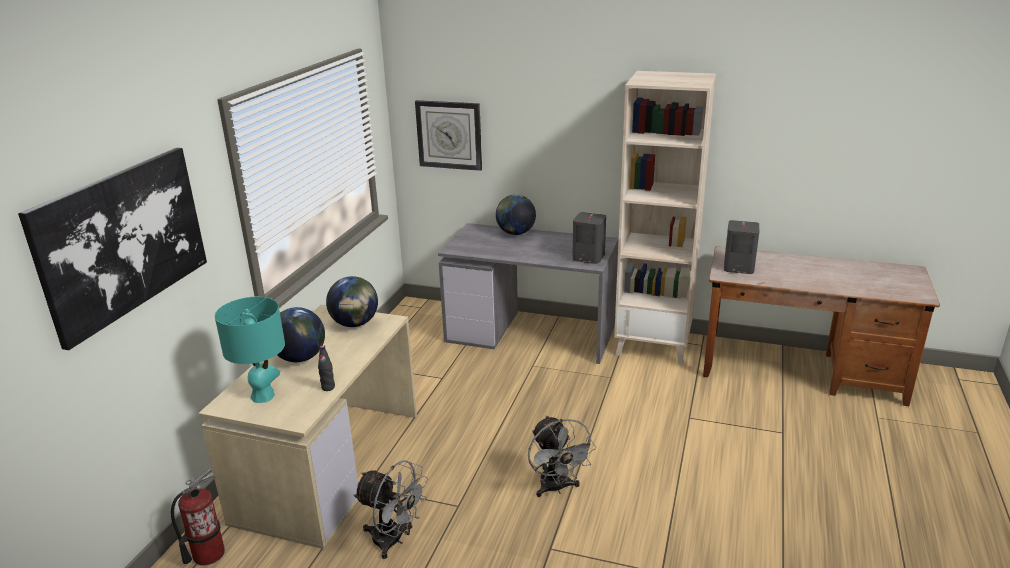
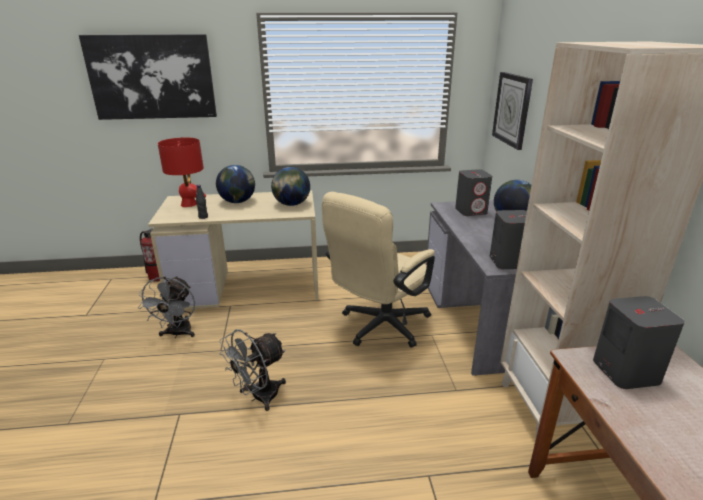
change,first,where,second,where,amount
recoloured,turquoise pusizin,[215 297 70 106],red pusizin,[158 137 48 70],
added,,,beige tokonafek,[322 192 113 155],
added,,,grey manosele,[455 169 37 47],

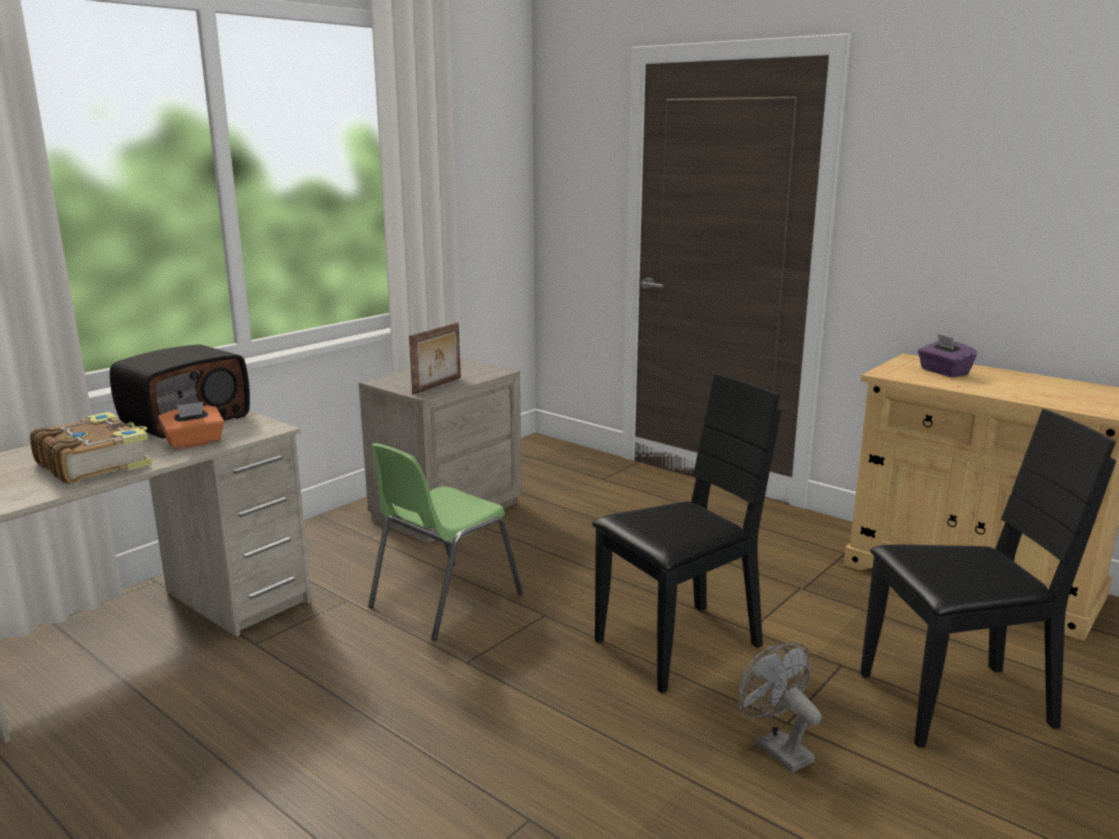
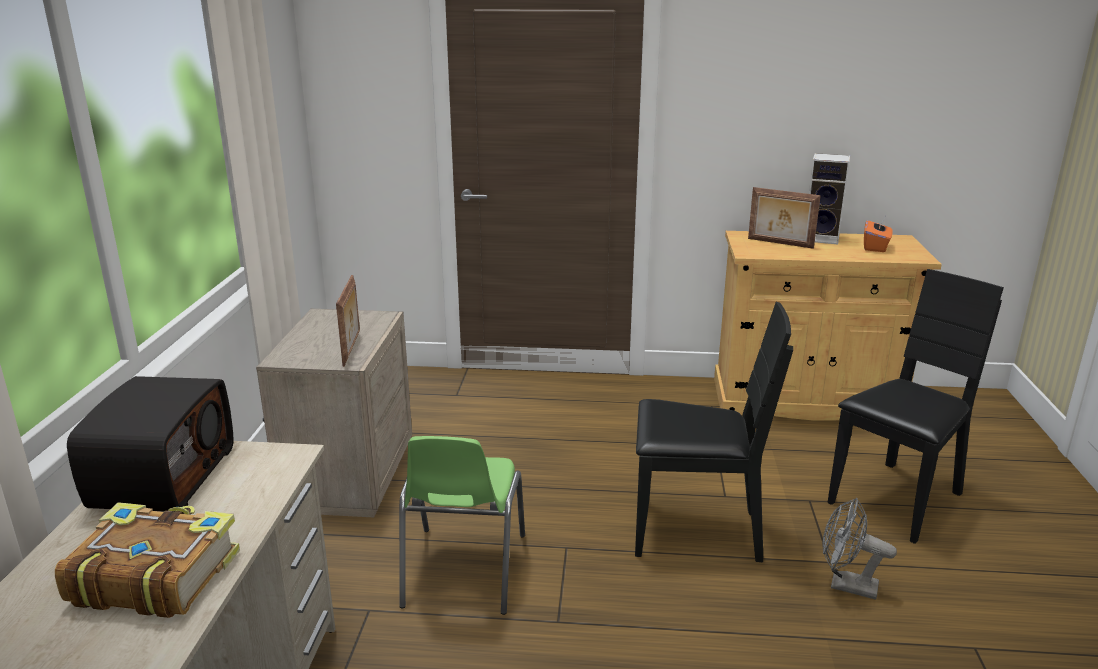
change,first,where,second,where,amount
turned,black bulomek,[592 374 189 320],,[635 302 158 260],75 degrees clockwise
replaced,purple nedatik,[918 333 59 44],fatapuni,[748 187 73 62],
added,,,manosele,[809 153 41 92],
moved,orange nedatik,[158 402 66 48],,[864 217 29 35],

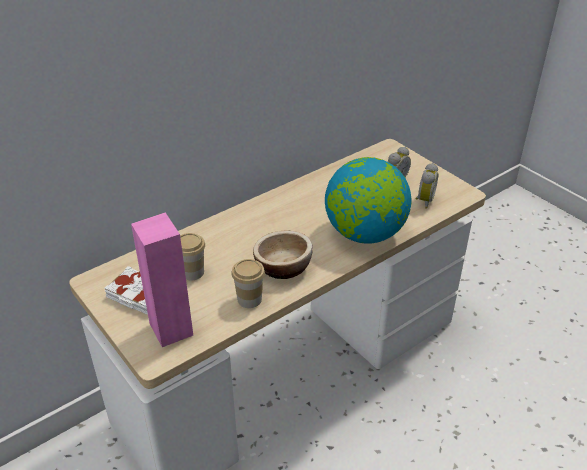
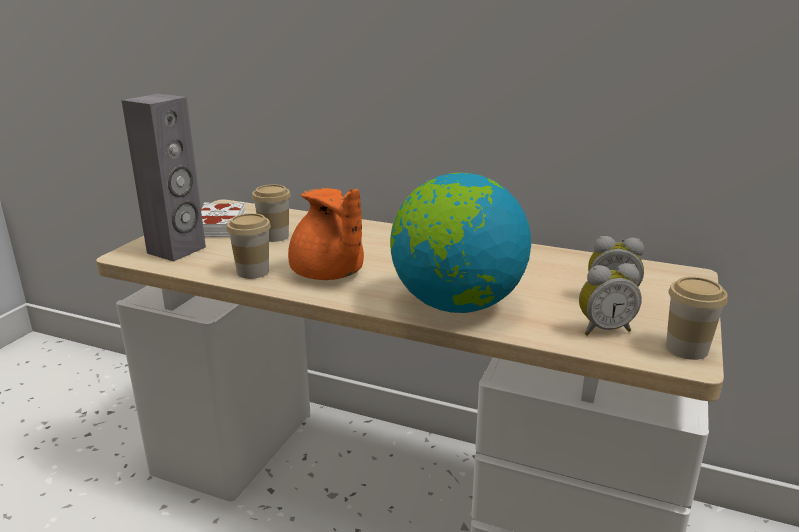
change,first,where,second,where,amount
recoloured,pink manosele,[131 212 62 135],grey manosele,[121 94 85 167],
replaced,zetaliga,[253 231 60 48],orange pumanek,[288 188 76 92],
added,,,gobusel,[666 277 62 83],

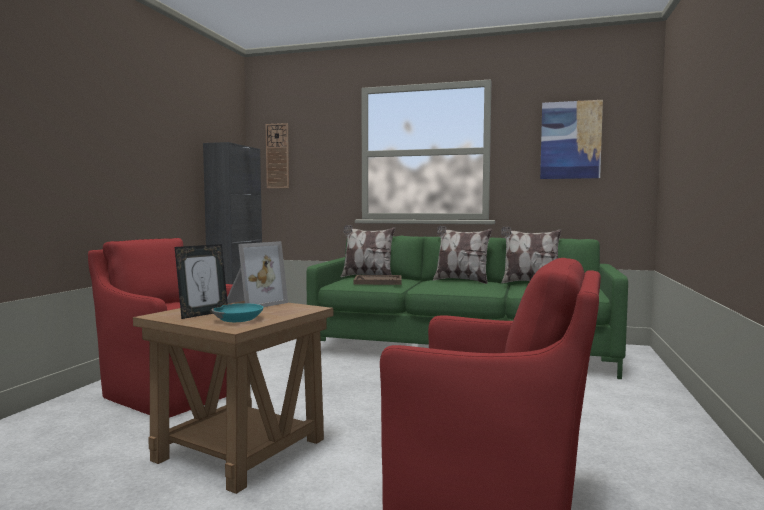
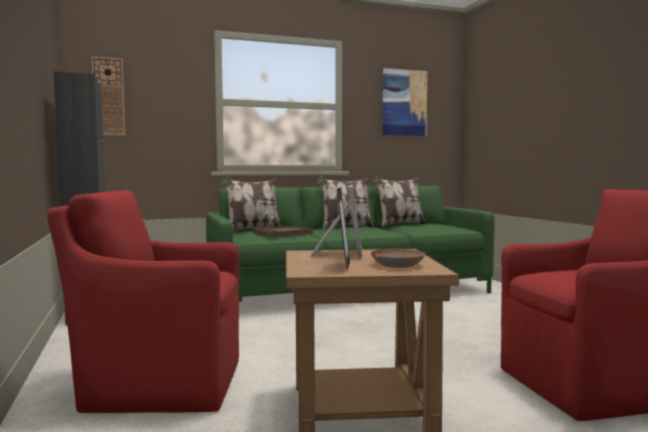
change,first,where,second,where,amount
recoloured,turquoise zetaliga,[212 303 51 19],brown zetaliga,[371 249 54 19],

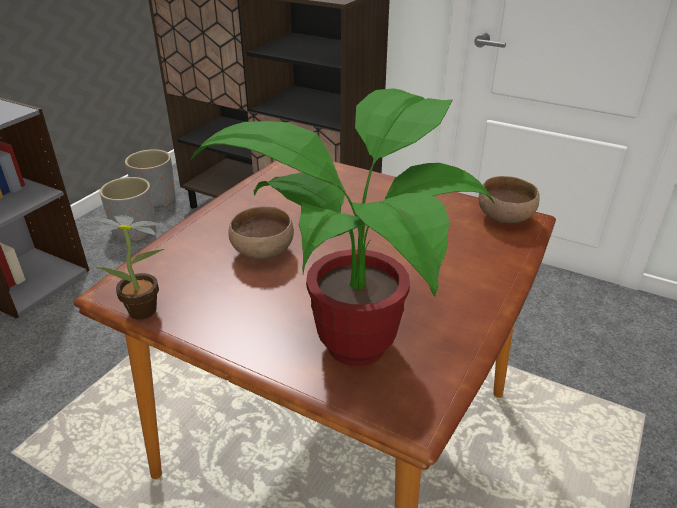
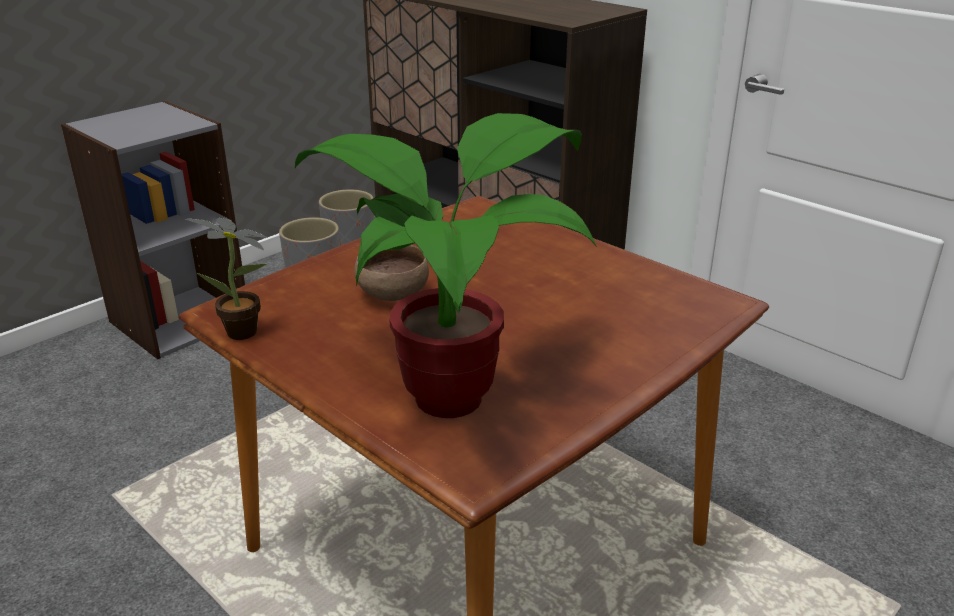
change,first,where,second,where,amount
removed,brown zetaliga,[479 176 61 47],,,

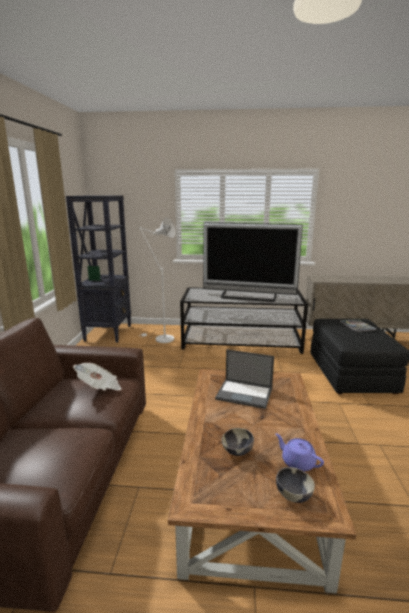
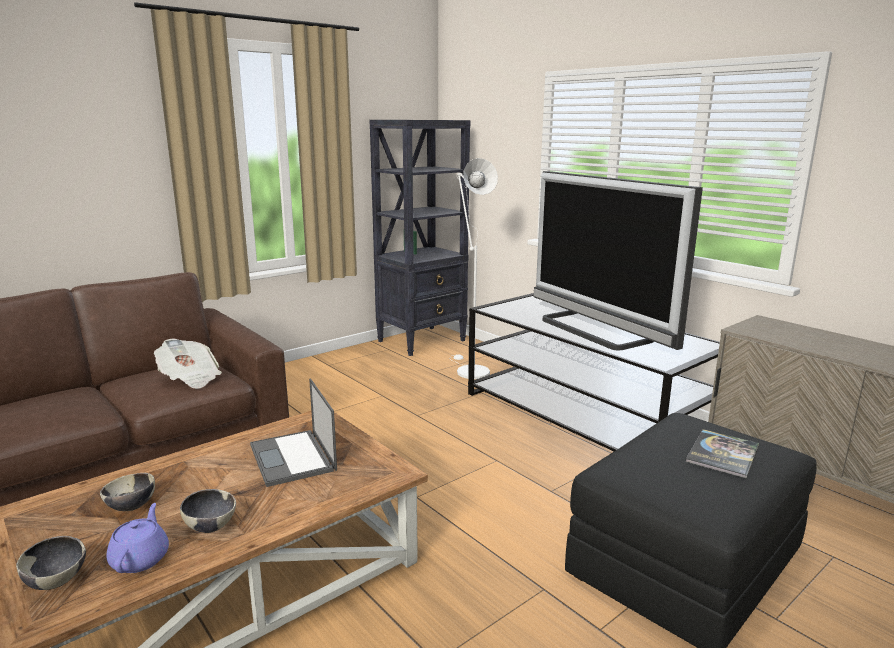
change,first,where,second,where,amount
added,,,zetaliga,[180 489 56 44],

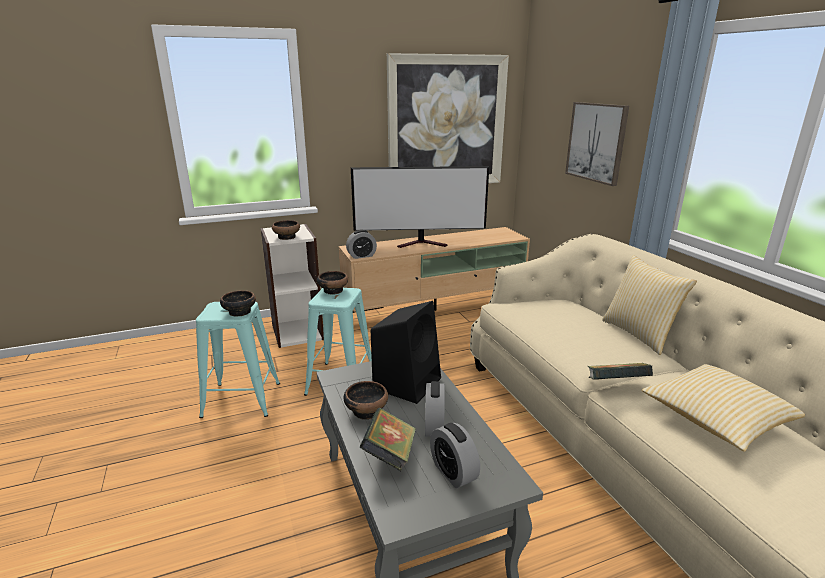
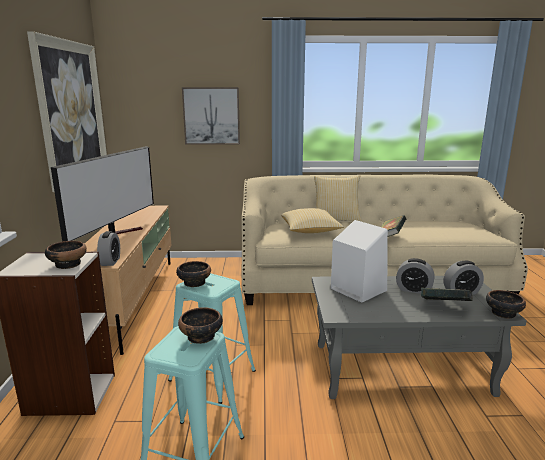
change,first,where,second,where,amount
moved,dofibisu,[642 364 163 88],,[281 208 63 25],
recoloured,black manosele,[371 301 70 103],white manosele,[331 220 57 83],
moved,zetaliga,[344 381 44 39],,[486 290 40 29],

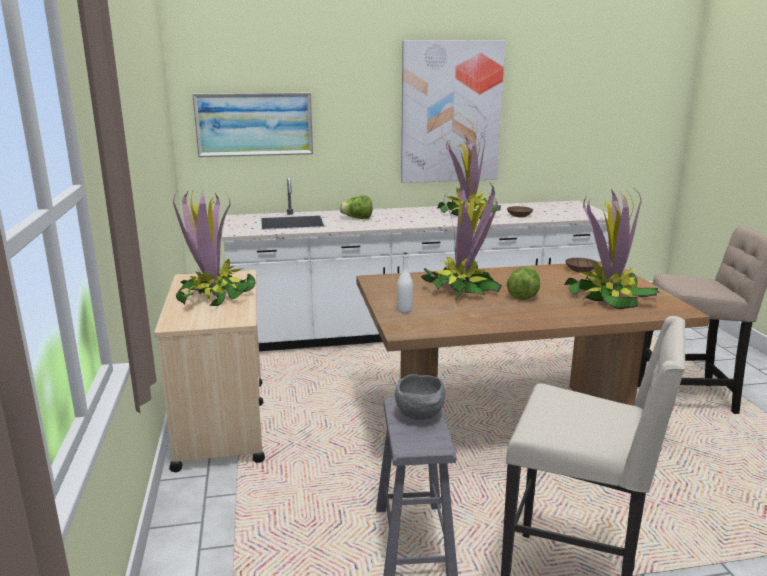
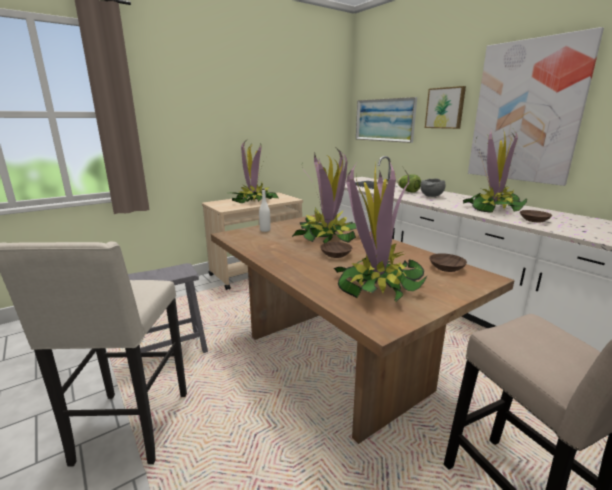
change,first,where,second,where,amount
replaced,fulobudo,[507 267 33 33],brown zetaliga,[320 242 32 16],
moved,grey zetaliga,[395 374 50 46],,[420 179 25 18],
added,,,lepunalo,[425 86 41 43],

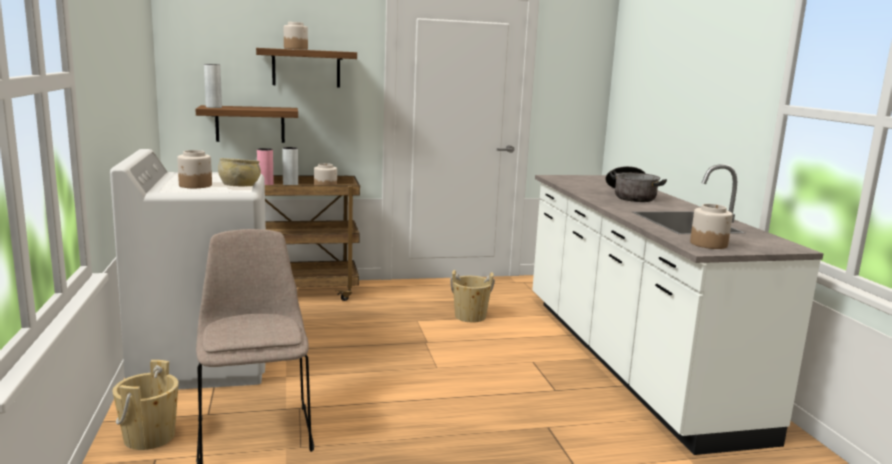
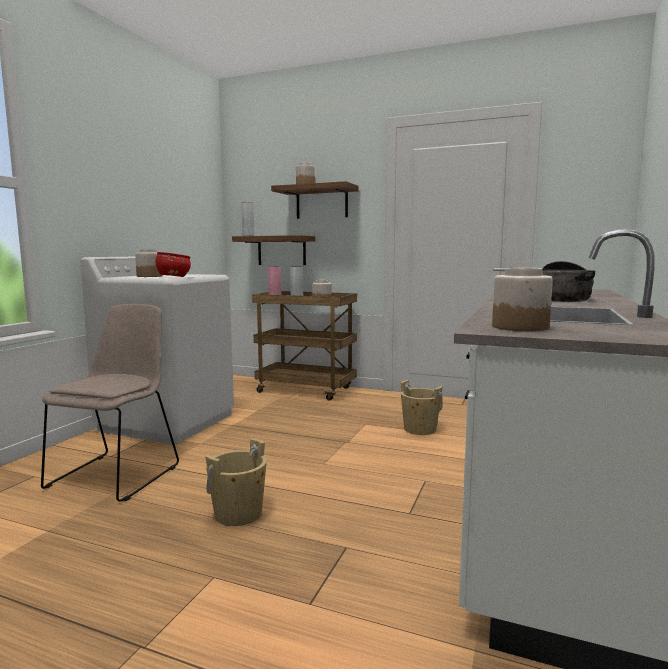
change,first,where,second,where,amount
recoloured,beige zetaliga,[218 158 43 29],red zetaliga,[155 252 36 25],
moved,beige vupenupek,[112 360 67 90],,[205 438 62 88],

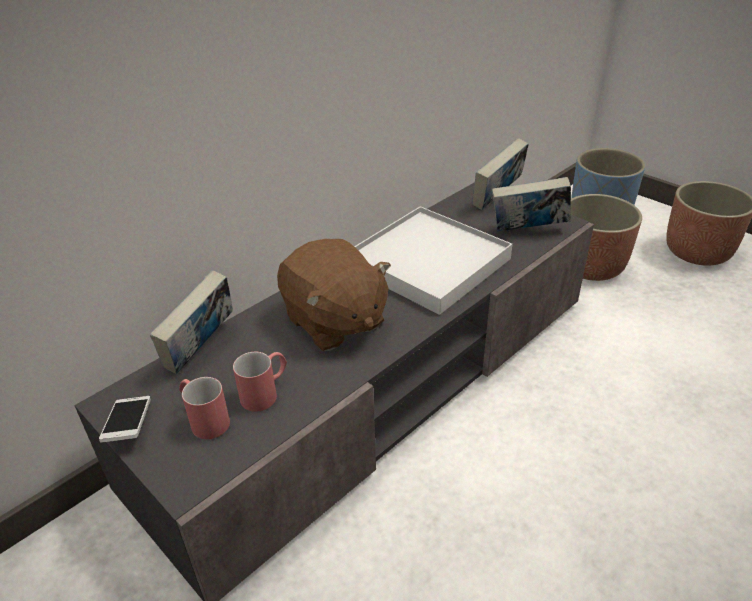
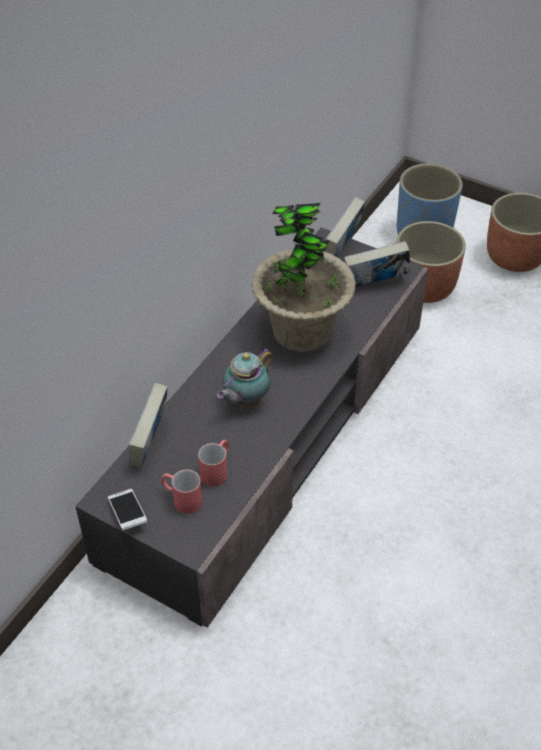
change,first,where,second,where,amount
replaced,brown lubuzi,[277 239 114 112],pumanek,[217 348 55 59],
replaced,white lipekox,[354 206 159 109],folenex,[252 202 104 150],

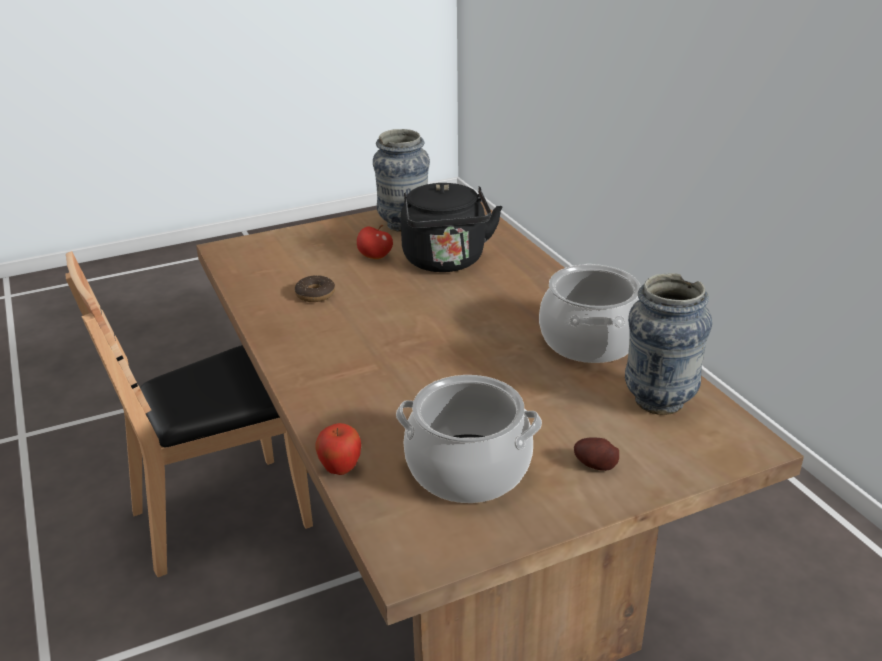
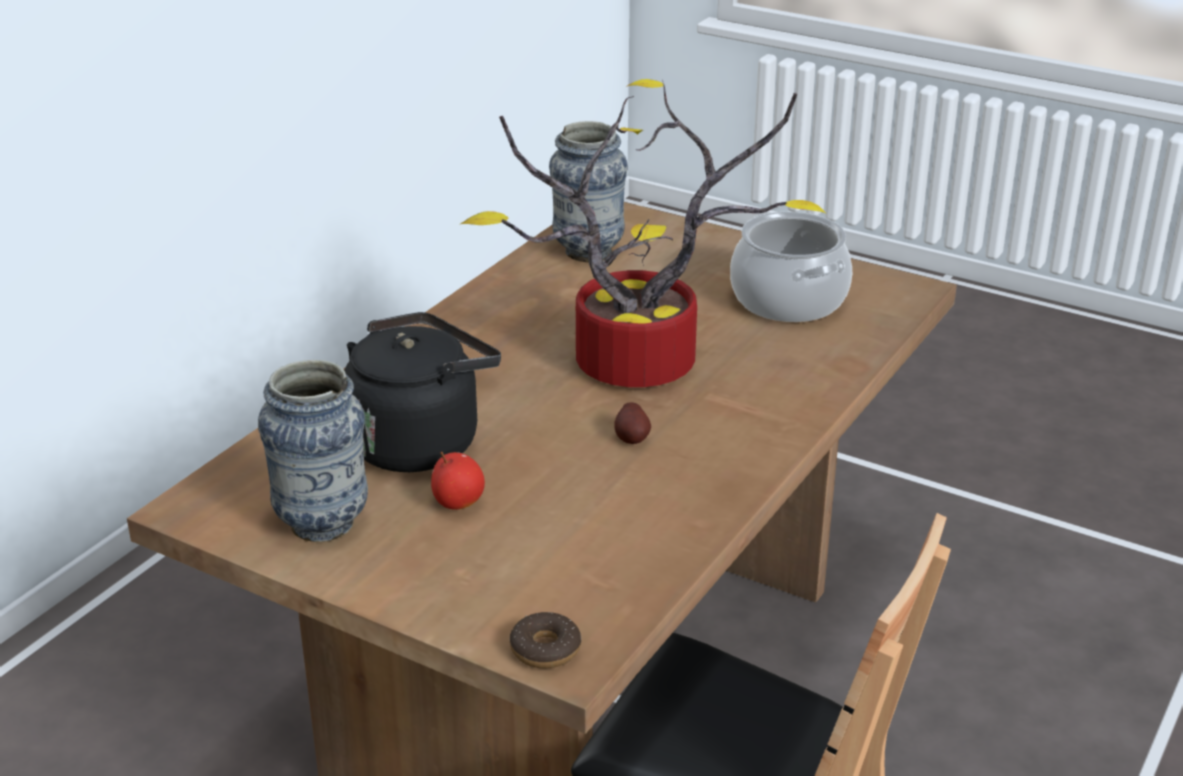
change,first,where,second,where,amount
added,,,folenex,[460 79 366 308],
moved,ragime,[295 275 40 27],,[510 612 71 56],
moved,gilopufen,[574 437 45 34],,[614 402 37 42],
removed,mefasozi,[315 423 46 52],,,
removed,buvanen,[539 264 102 99],,,

